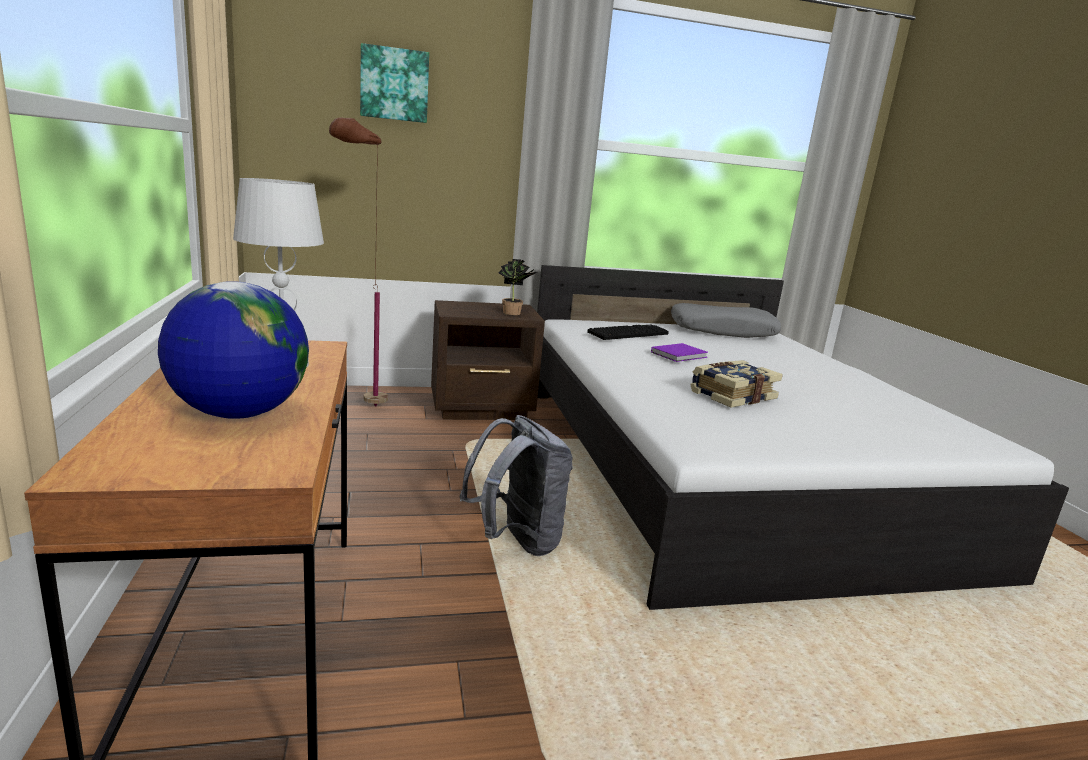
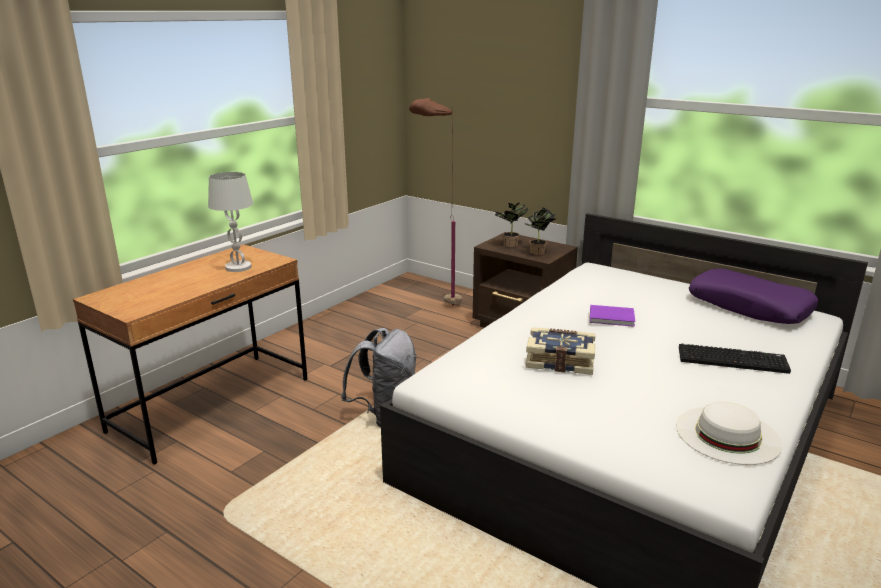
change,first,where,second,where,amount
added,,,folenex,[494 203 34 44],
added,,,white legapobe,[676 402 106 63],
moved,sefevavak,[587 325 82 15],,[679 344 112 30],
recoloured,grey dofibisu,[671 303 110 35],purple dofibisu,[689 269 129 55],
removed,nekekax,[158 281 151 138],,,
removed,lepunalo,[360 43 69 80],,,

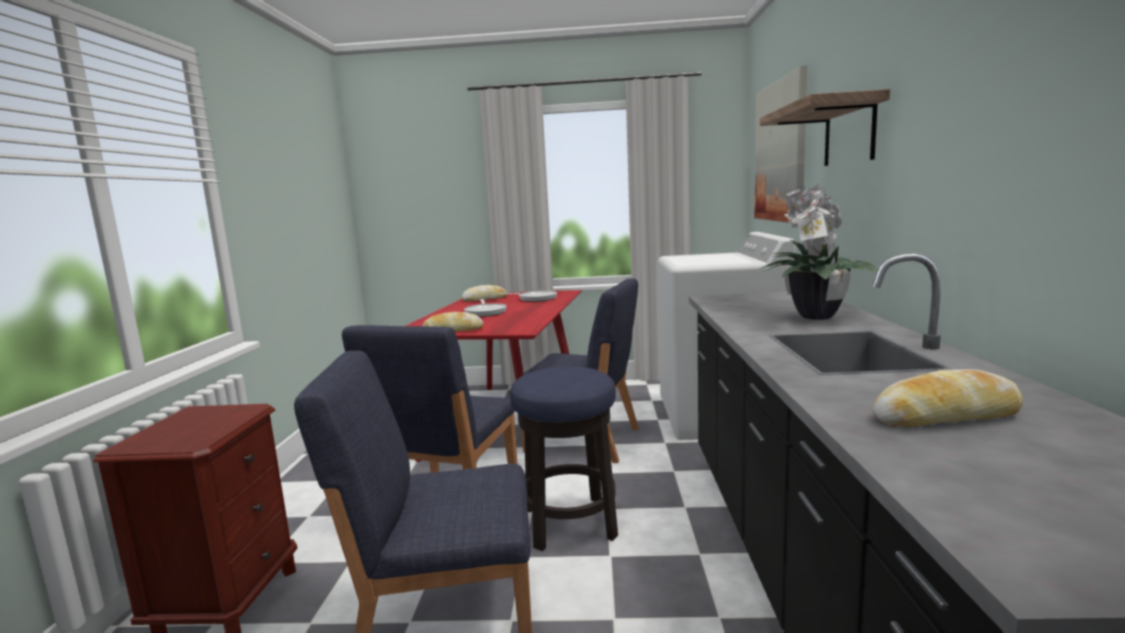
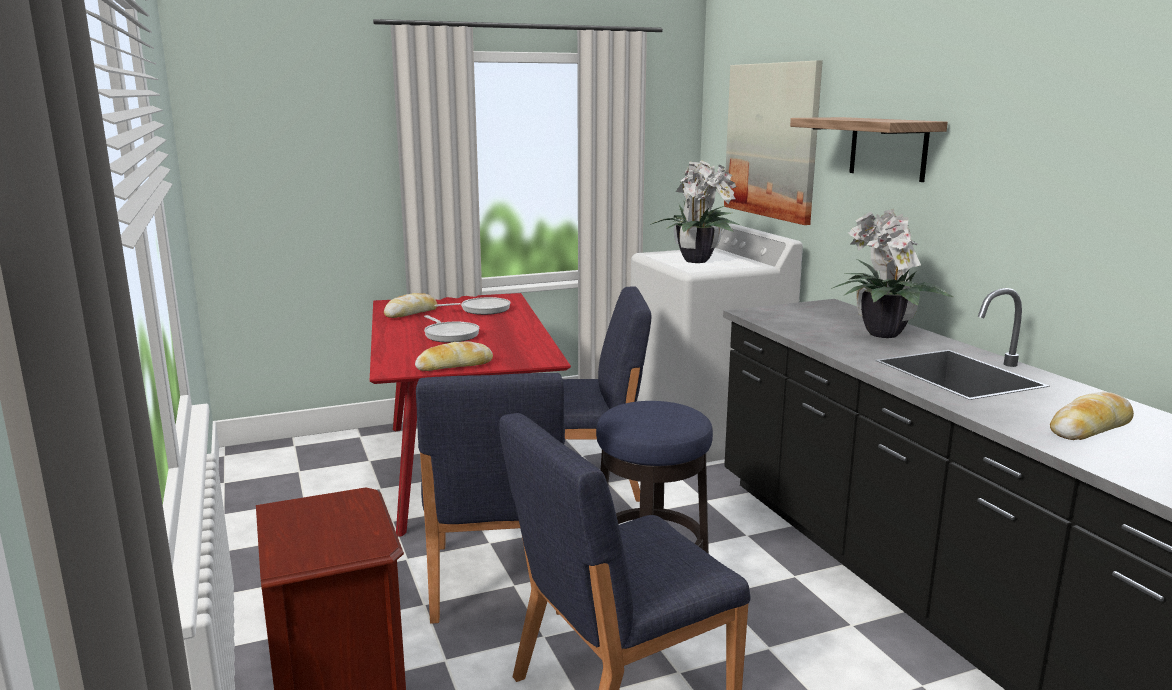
change,first,where,second,where,amount
added,,,folenex,[650 160 89 103],

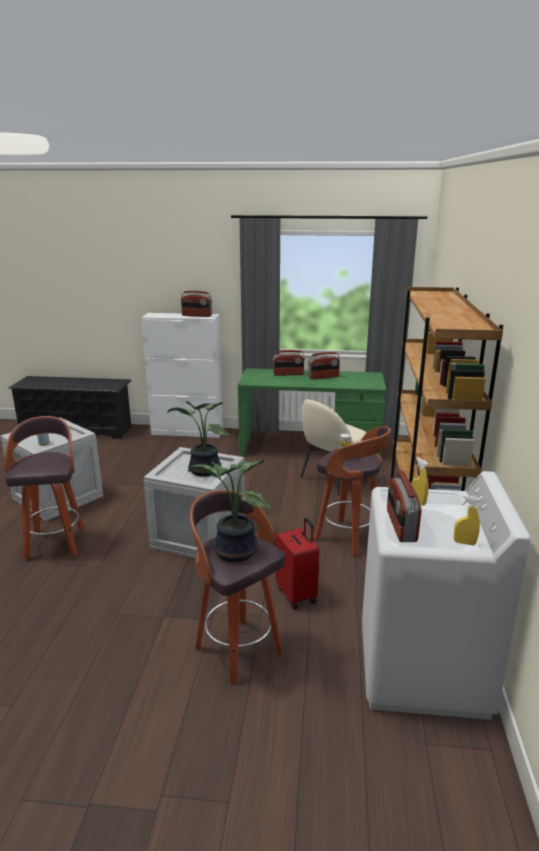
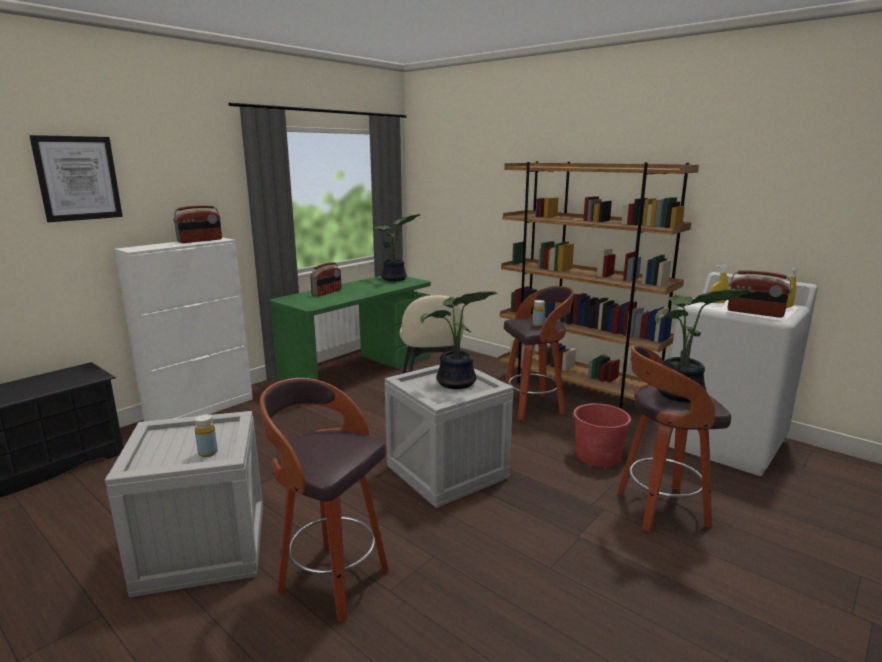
change,first,where,second,where,amount
added,,,lepunalo,[29 135 94 87],
added,,,folenex,[372 214 48 68],
replaced,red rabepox,[276 518 43 91],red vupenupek,[571 403 61 64],
removed,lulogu,[308 352 32 27],,,

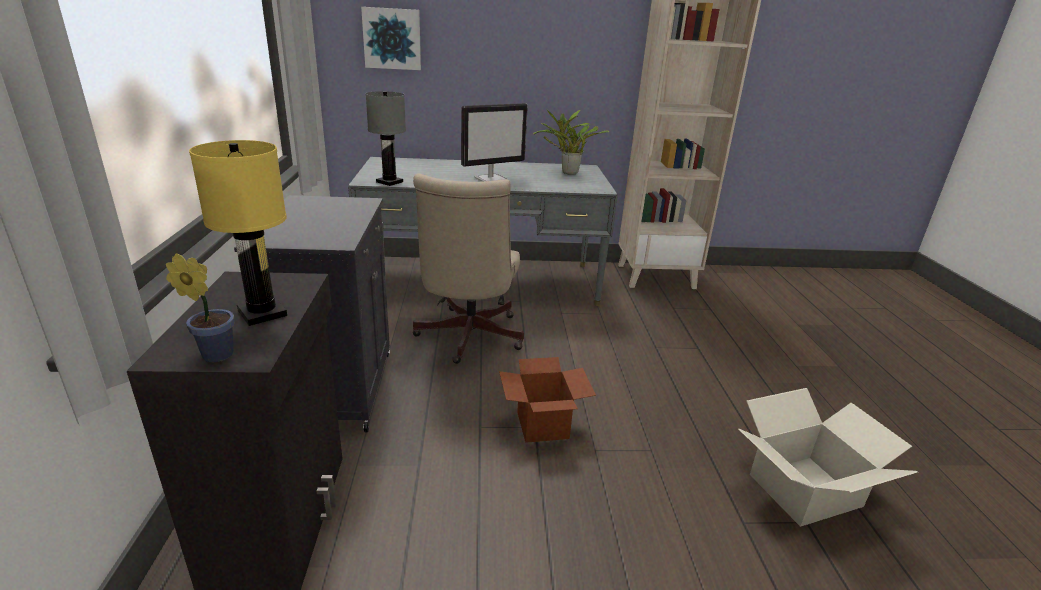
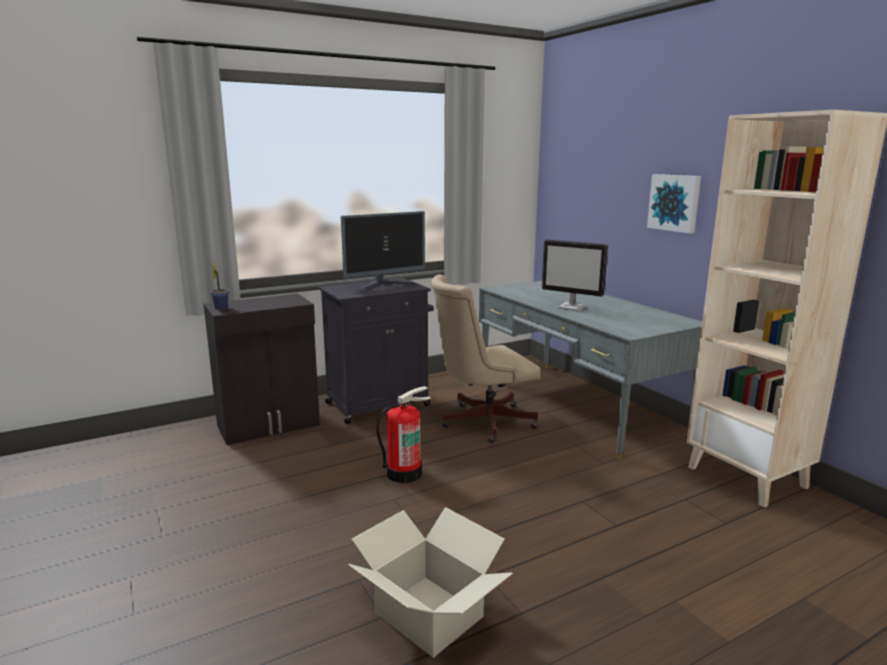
change,first,where,second,where,amount
added,,,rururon,[341 211 84 80],
replaced,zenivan,[499 357 97 86],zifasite,[376 386 55 97],
moved,lepunalo,[361 7 60 63],,[647 174 54 59],
removed,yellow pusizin,[189 140 98 186],,,
removed,grey pusizin,[366 91 40 95],,,
removed,folenex,[533 110 76 65],,,

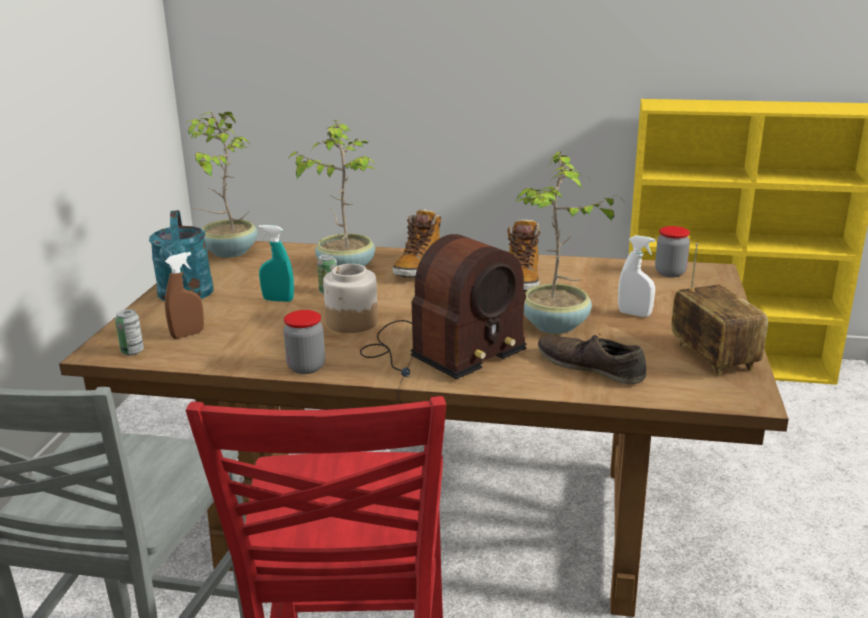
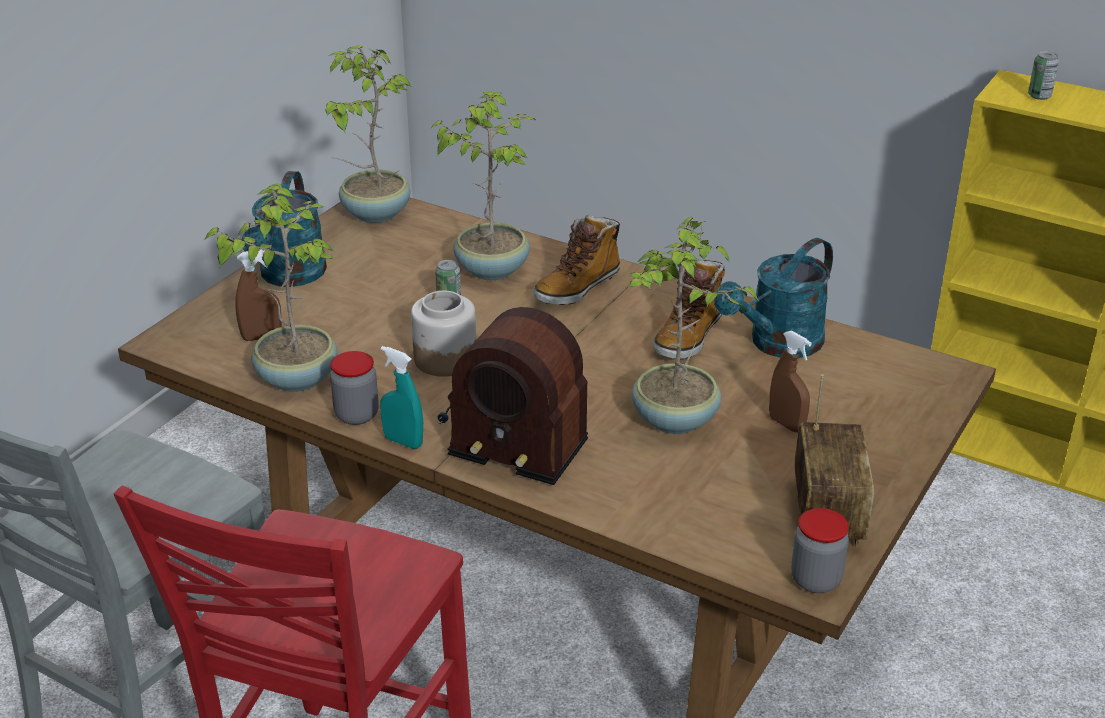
change,first,where,second,where,amount
added,,,folenex,[204 184 134 208],
moved,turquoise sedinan,[258 225 36 77],,[380 346 43 103],
turned,lulogu,[360 234 167 145],,[438 307 150 178],45 degrees clockwise
added,,,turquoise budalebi,[714 238 119 120],
recoloured,white sedinan,[618 235 37 82],brown sedinan,[769 331 43 102],
moved,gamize,[655 226 35 51],,[791 508 58 85],
moved,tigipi,[115 309 29 46],,[1028 51 31 49],
removed,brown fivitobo,[538 333 108 51],,,

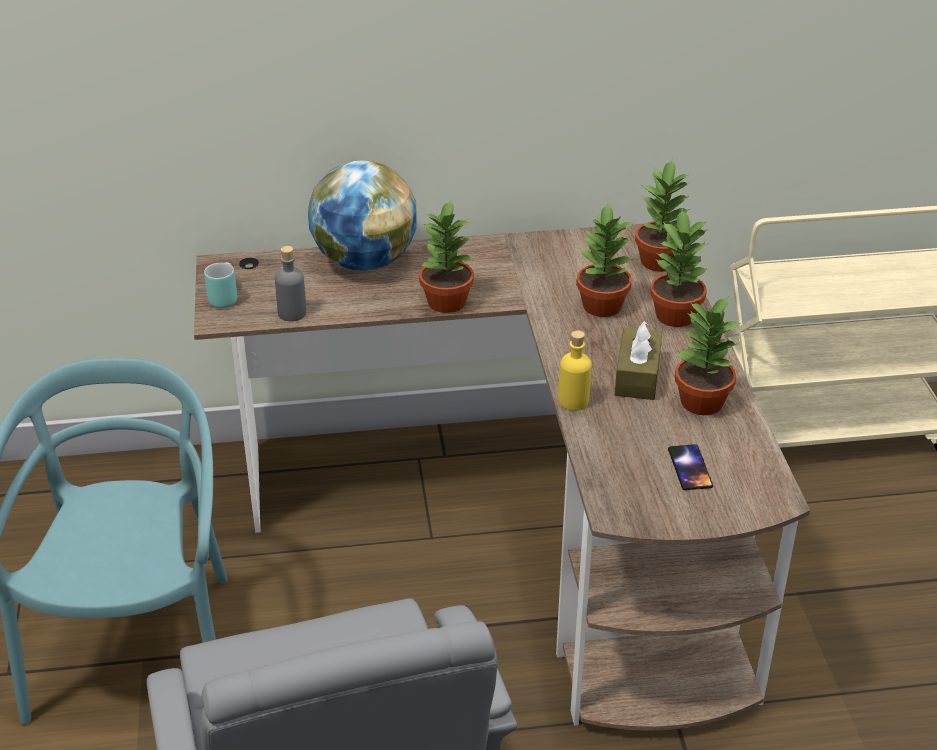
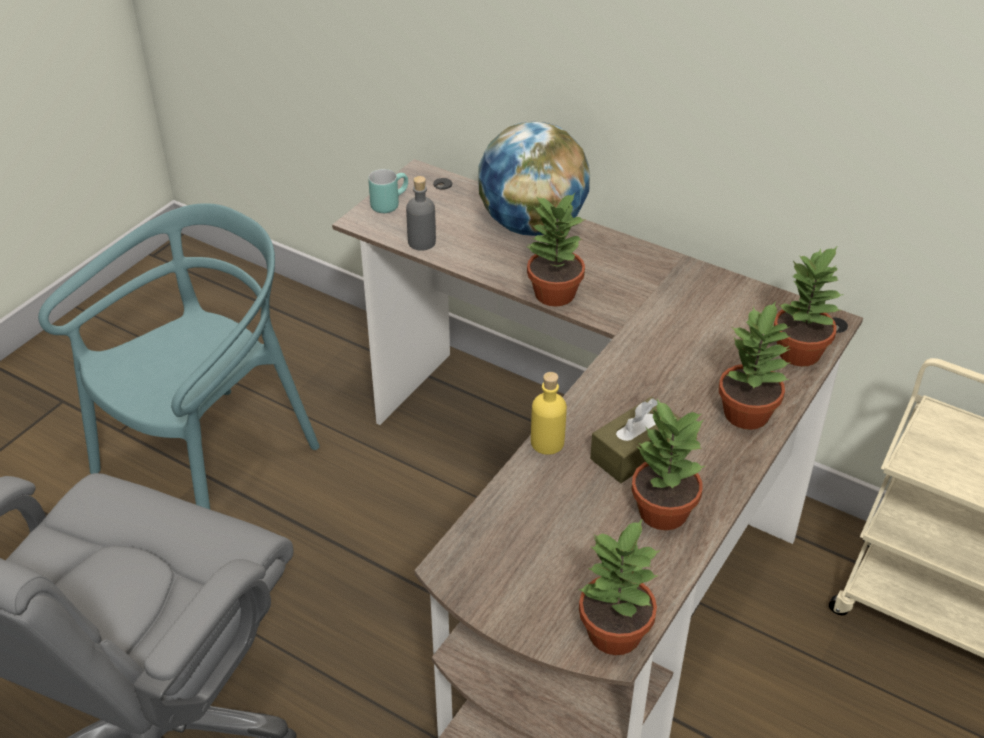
change,first,where,second,where,amount
moved,folenex,[576 203 58 114],,[578 520 83 135],
removed,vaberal,[668 444 45 46],,,

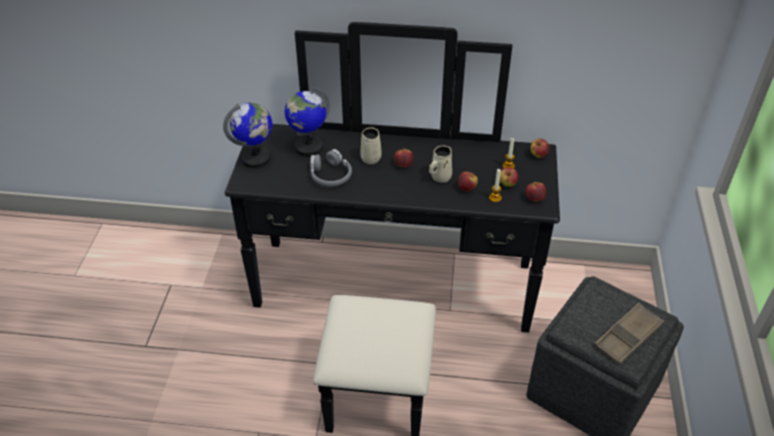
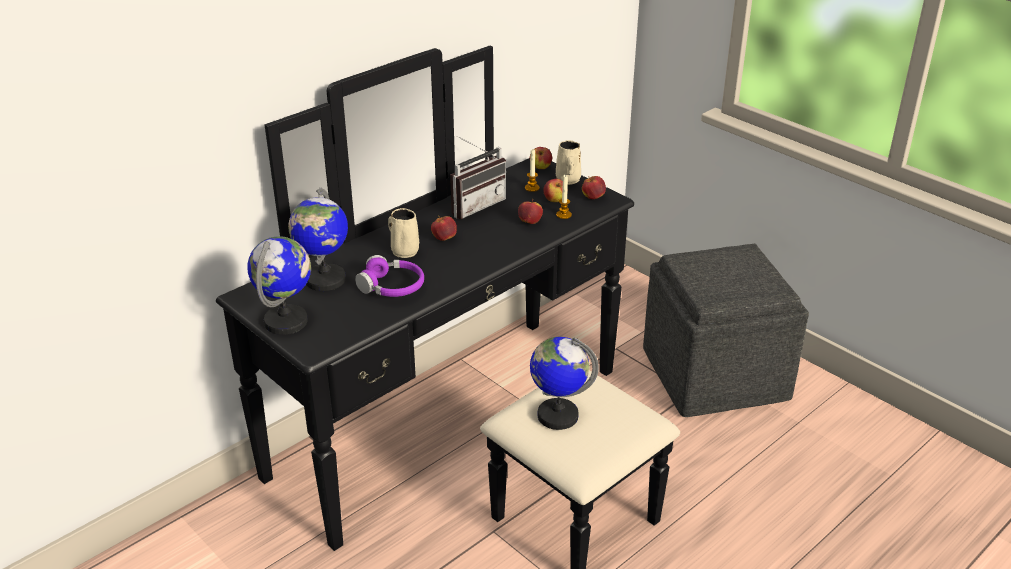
change,first,where,second,where,amount
recoloured,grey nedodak,[310 149 42 38],purple nedodak,[355 255 69 42],
added,,,lulogu,[450 136 56 83],
added,,,nekekax,[530 337 69 93],
moved,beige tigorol,[429 146 23 37],,[556 140 25 45],
removed,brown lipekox,[594 303 70 62],,,

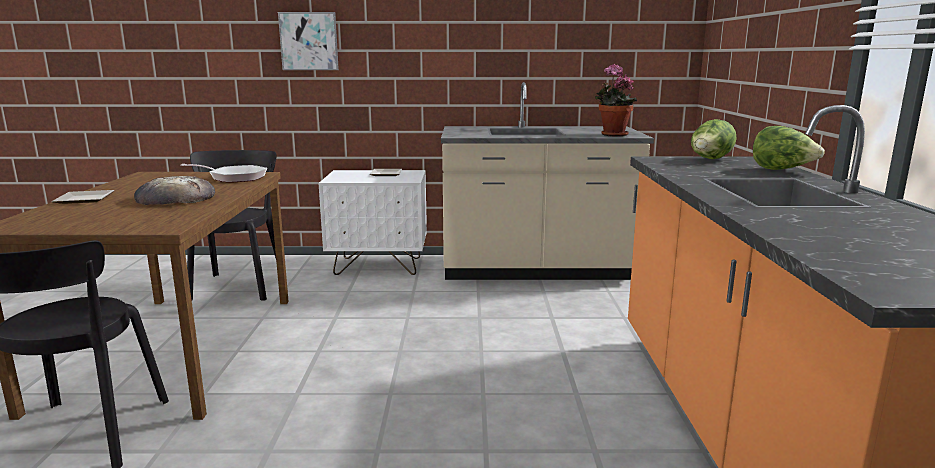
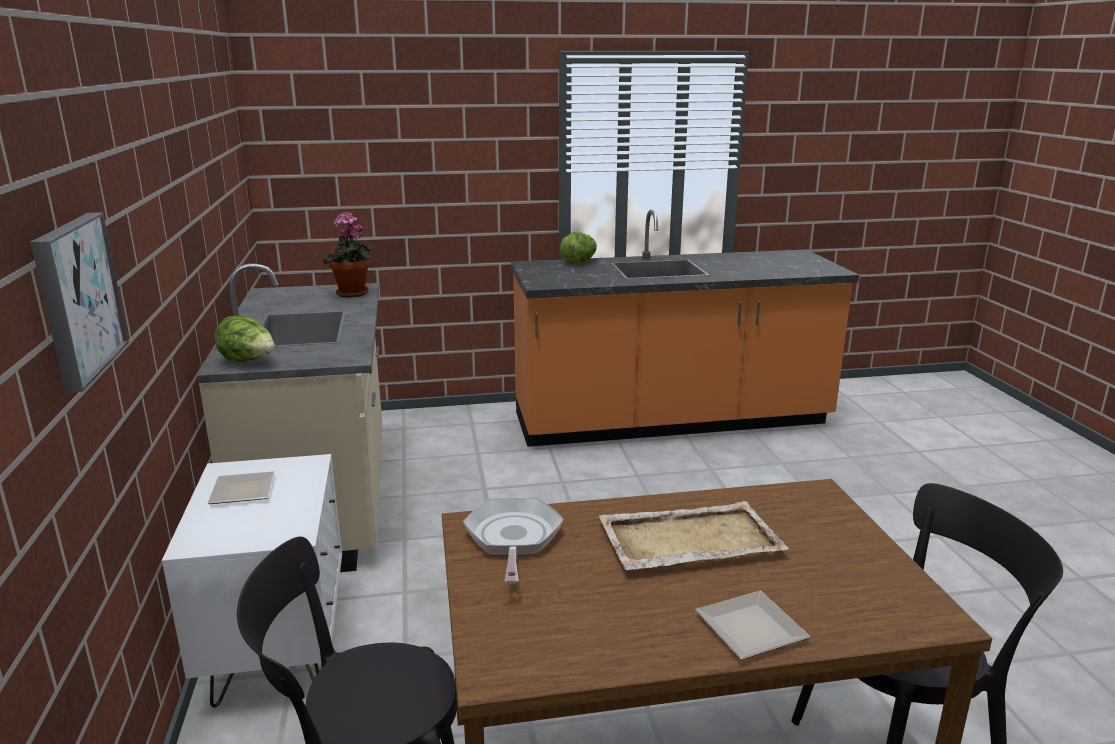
change,first,where,second,where,amount
moved,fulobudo,[691 119 46 40],,[215 316 60 46],
replaced,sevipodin,[134 176 81 29],beige lipekox,[599 501 190 69],

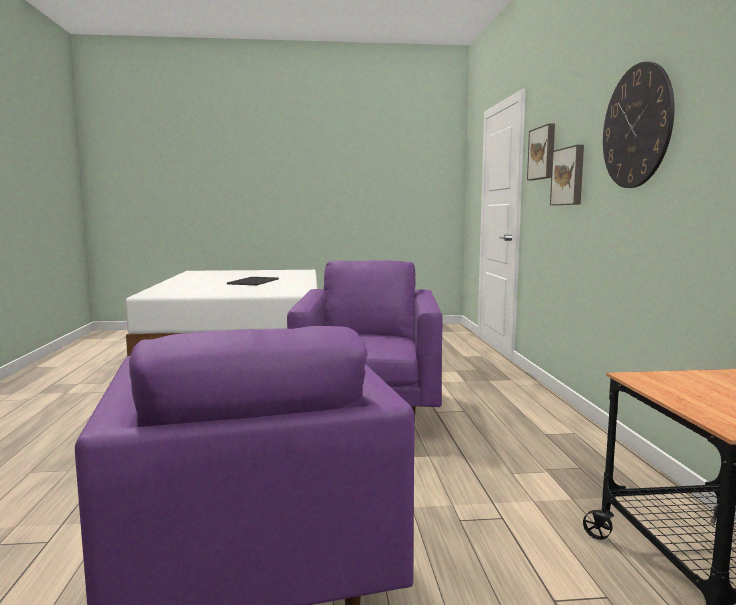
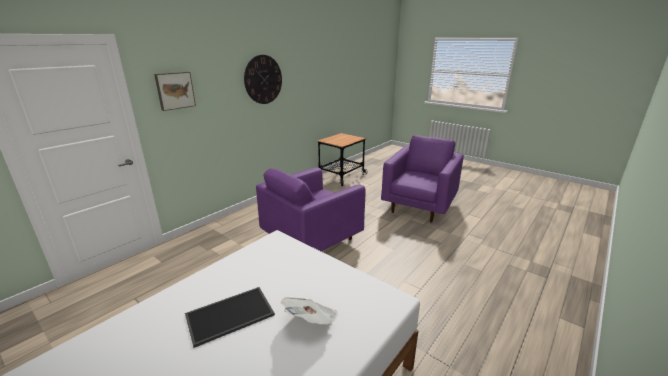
change,first,where,second,where,amount
added,,,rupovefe,[281 297 56 28],
removed,lepunalo,[550 145 34 60],,,

